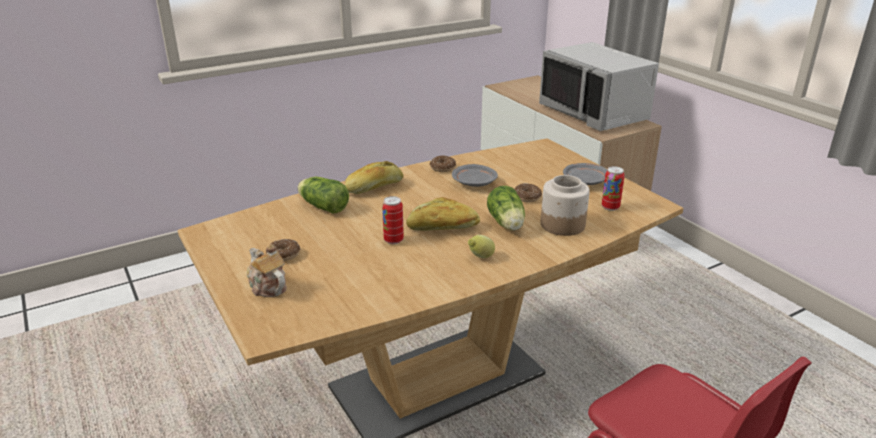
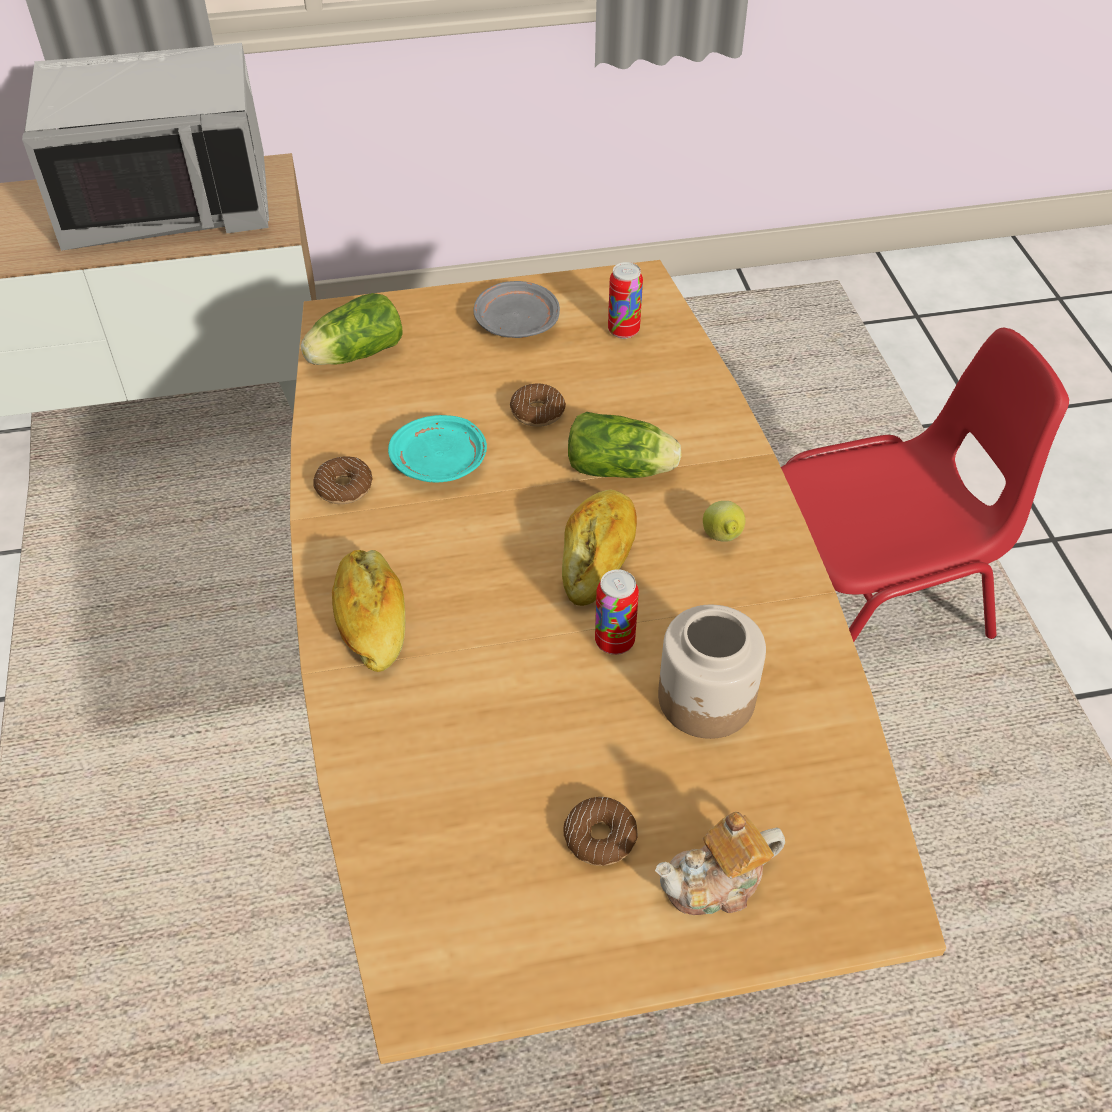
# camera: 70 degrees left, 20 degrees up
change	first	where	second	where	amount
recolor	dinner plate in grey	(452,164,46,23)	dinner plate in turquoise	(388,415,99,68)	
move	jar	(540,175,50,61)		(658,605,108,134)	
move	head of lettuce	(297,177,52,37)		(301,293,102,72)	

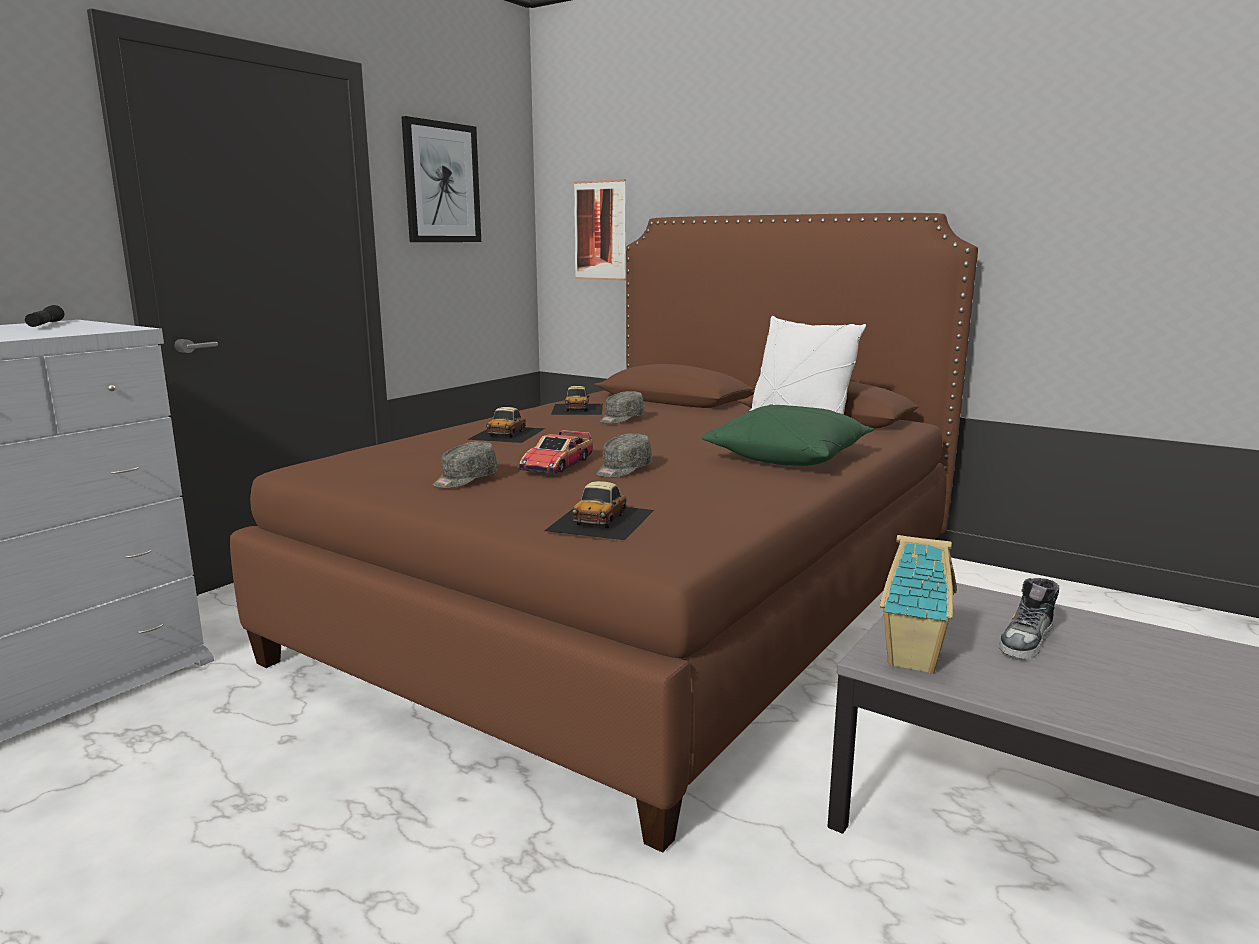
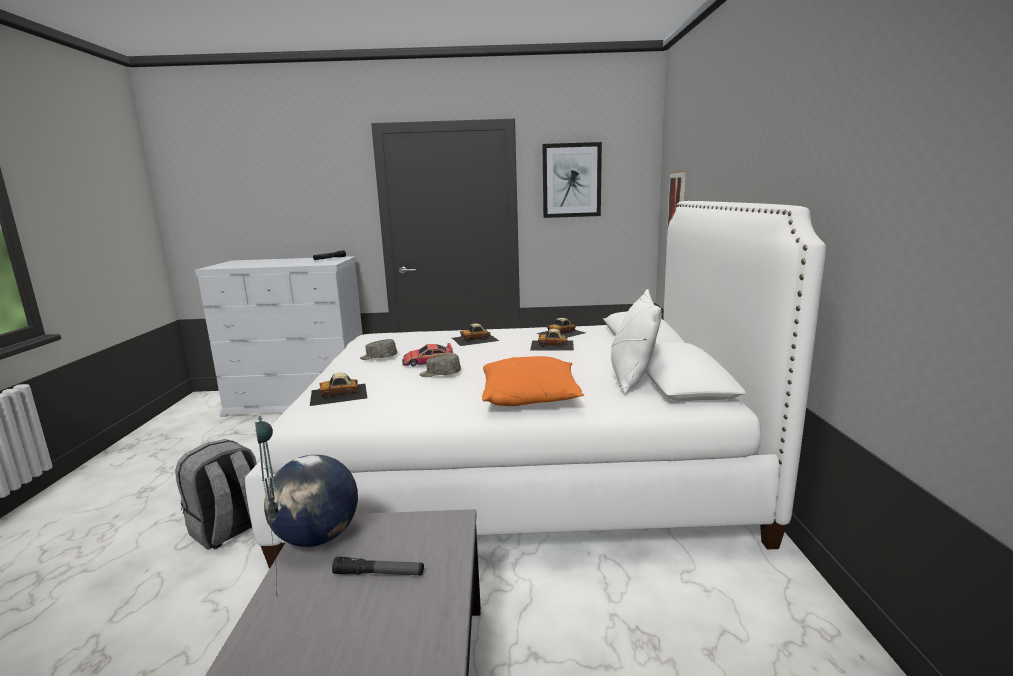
# camera: 55 degrees right, 0 degrees up
change	first	where	second	where	amount
recolor	sleeping bed in brown	(230,213,748,640)	sleeping bed in white-coloured	(245,201,581,368)	
replace	cap in grey	(600,391,45,33)	toy car	(530,329,44,21)	
recolor	pillow in green	(702,404,172,62)	pillow in orange	(482,356,102,50)	
replace	model house	(880,535,77,139)	globe	(264,455,94,92)	
replace	shoe	(999,578,60,81)	torch	(332,557,92,18)	
insert			lamp for a table	(255,416,24,179)	
insert			backpack in grey	(175,439,82,111)	

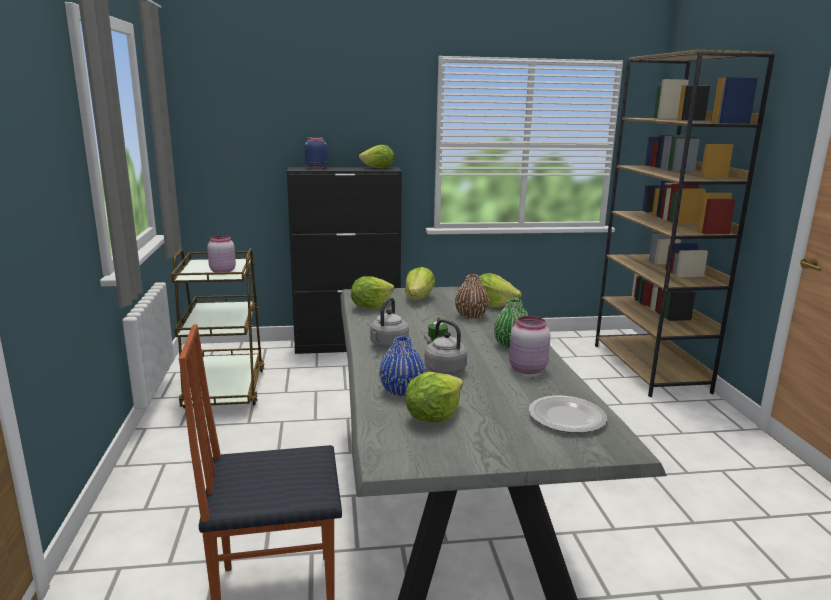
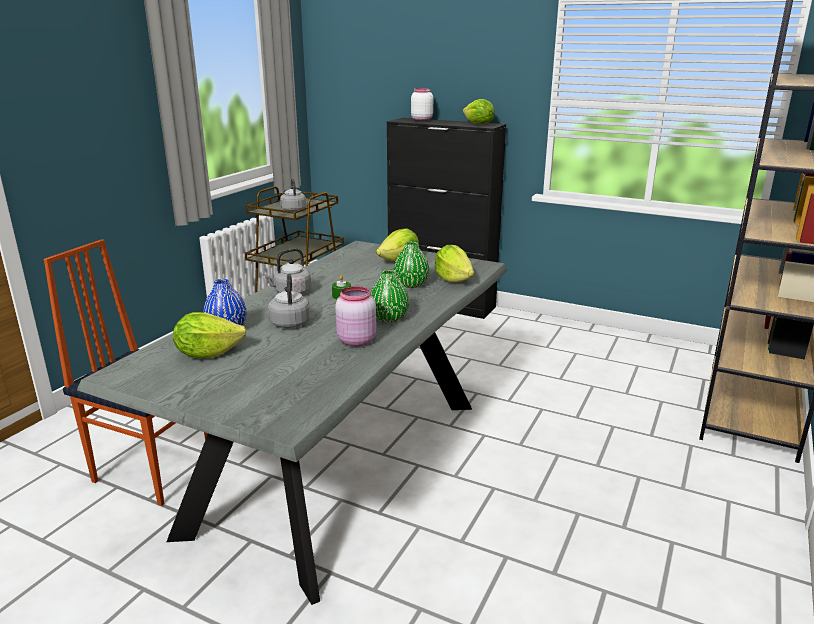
# camera: 35 degrees right, 5 degrees up
change	first	where	second	where	amount
recolor	jar in blue-coloured	(305,137,22,32)	jar in white-coloured	(411,88,22,33)	
replace	jar in pink-coloured	(207,235,29,37)	water kettle in grey	(280,178,26,34)	
recolor	decorative vase in brown	(455,274,34,45)	decorative vase in green	(394,241,35,47)	
delete	head of lettuce	(351,276,43,33)			
delete	dinner plate	(529,396,78,37)			

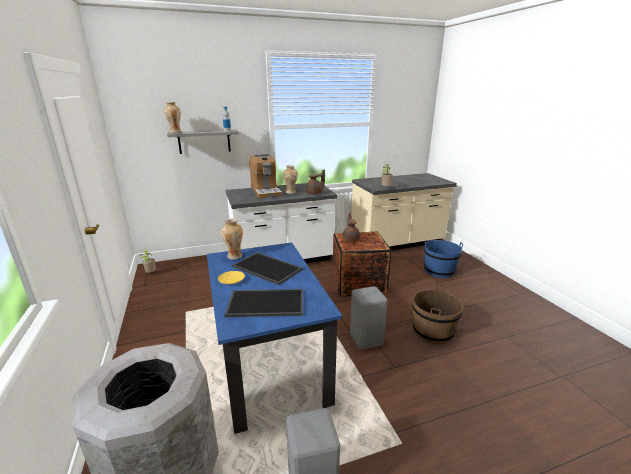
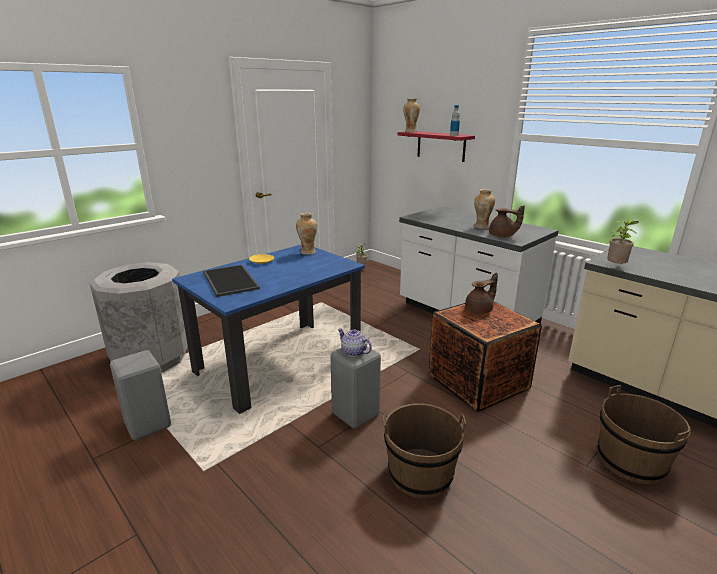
# camera: 65 degrees right, 0 degrees up
change	first	where	second	where	amount
recolor	wall shelf in grey	(167,130,72,24)	wall shelf in red	(398,131,77,31)	
delete	coffee brewer	(249,154,33,44)			
recolor	bucket in blue-coloured	(424,240,39,38)	bucket in brown	(598,385,93,99)	
delete	tray	(232,252,71,33)			
insert			tea pot	(338,329,34,28)	

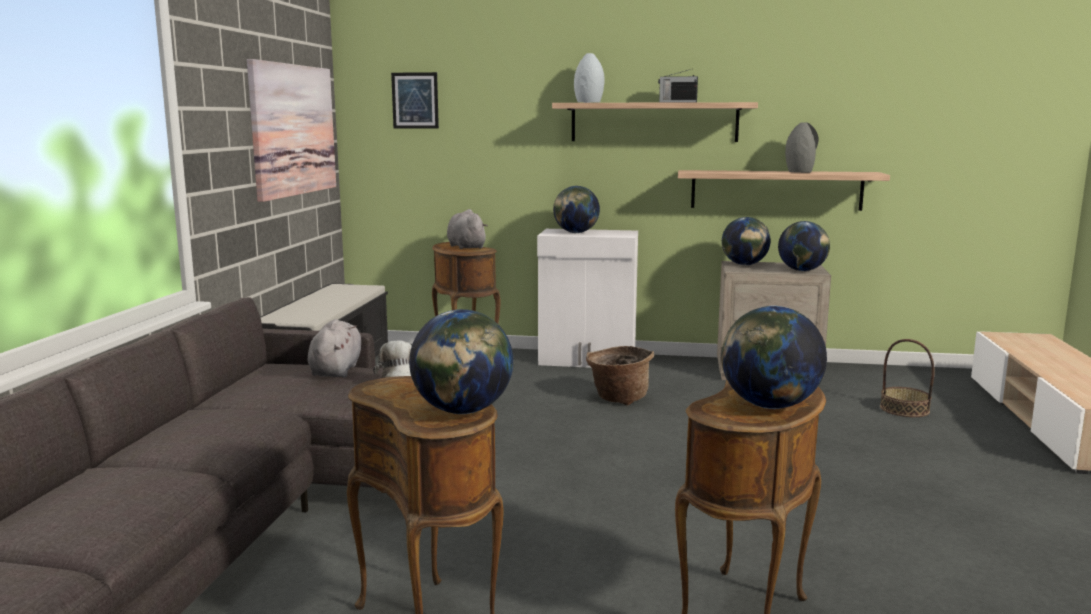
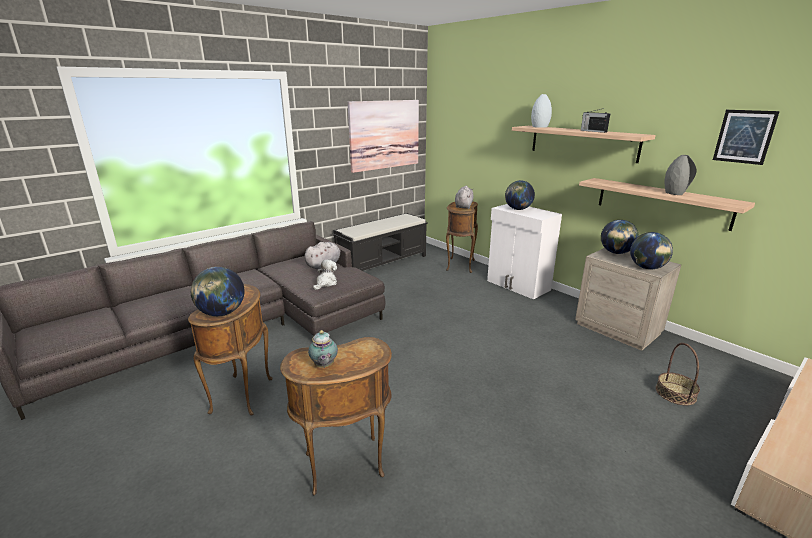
# camera: 40 degrees right, 10 degrees up
change	first	where	second	where	amount
move	wall art	(391,72,48,57)		(713,110,67,55)	
replace	globe	(721,305,106,104)	tea pot	(308,330,30,38)	
delete	household basket	(586,346,68,59)			

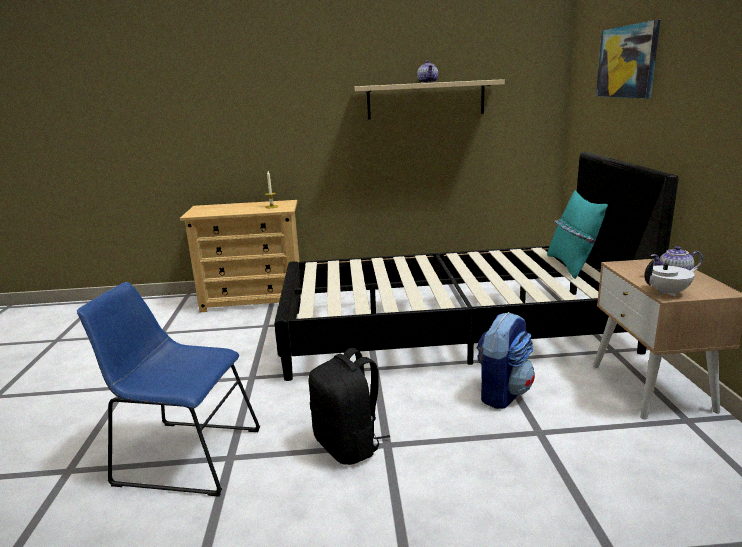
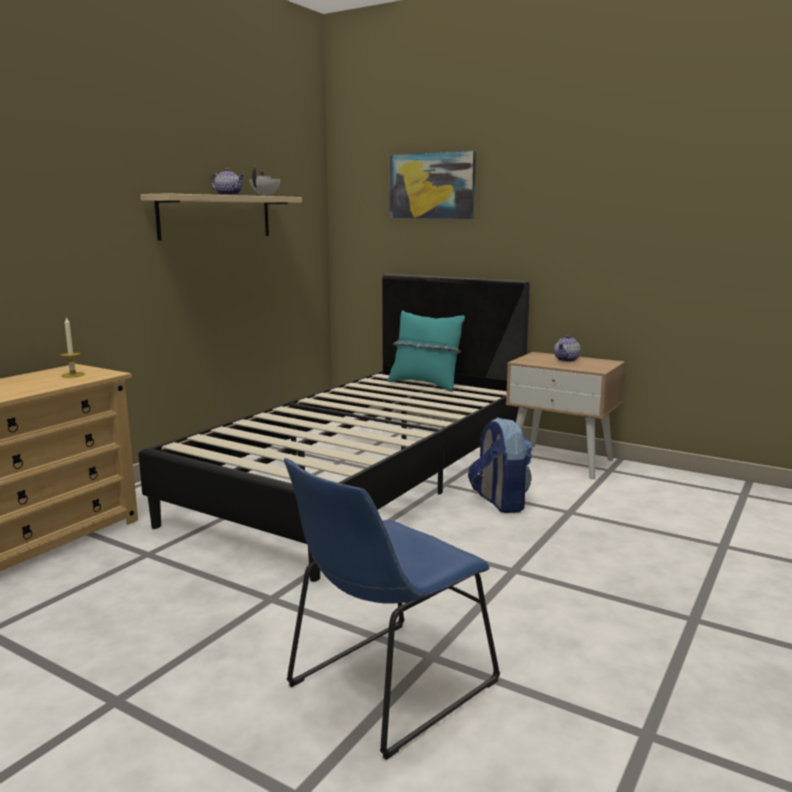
# camera: 55 degrees left, 5 degrees down
change	first	where	second	where	amount
move	tea pot in white-coloured	(644,260,54,37)		(249,167,31,29)	
delete	backpack in black-coloured	(309,348,81,117)			

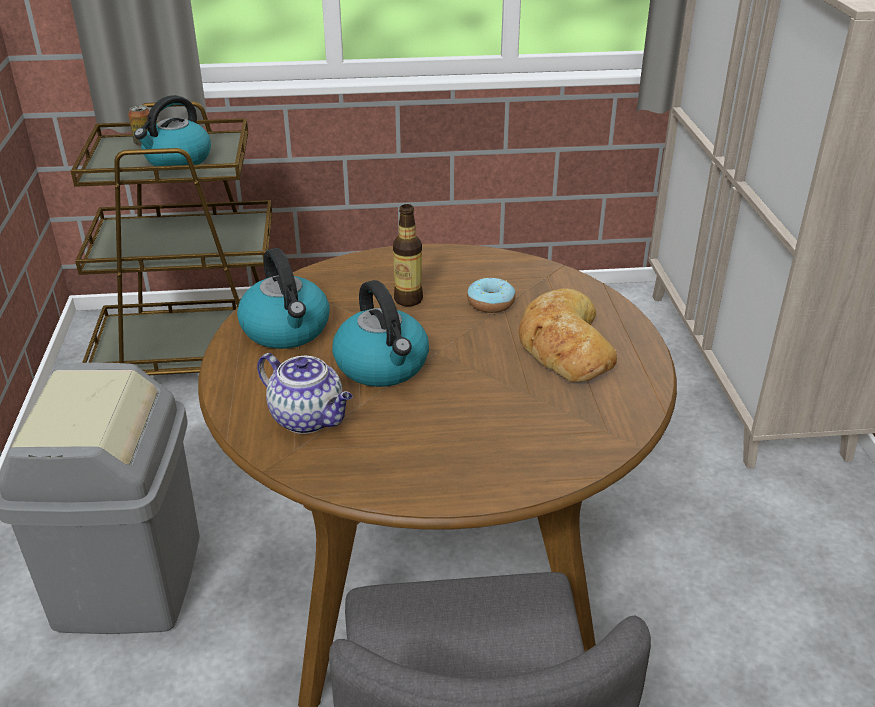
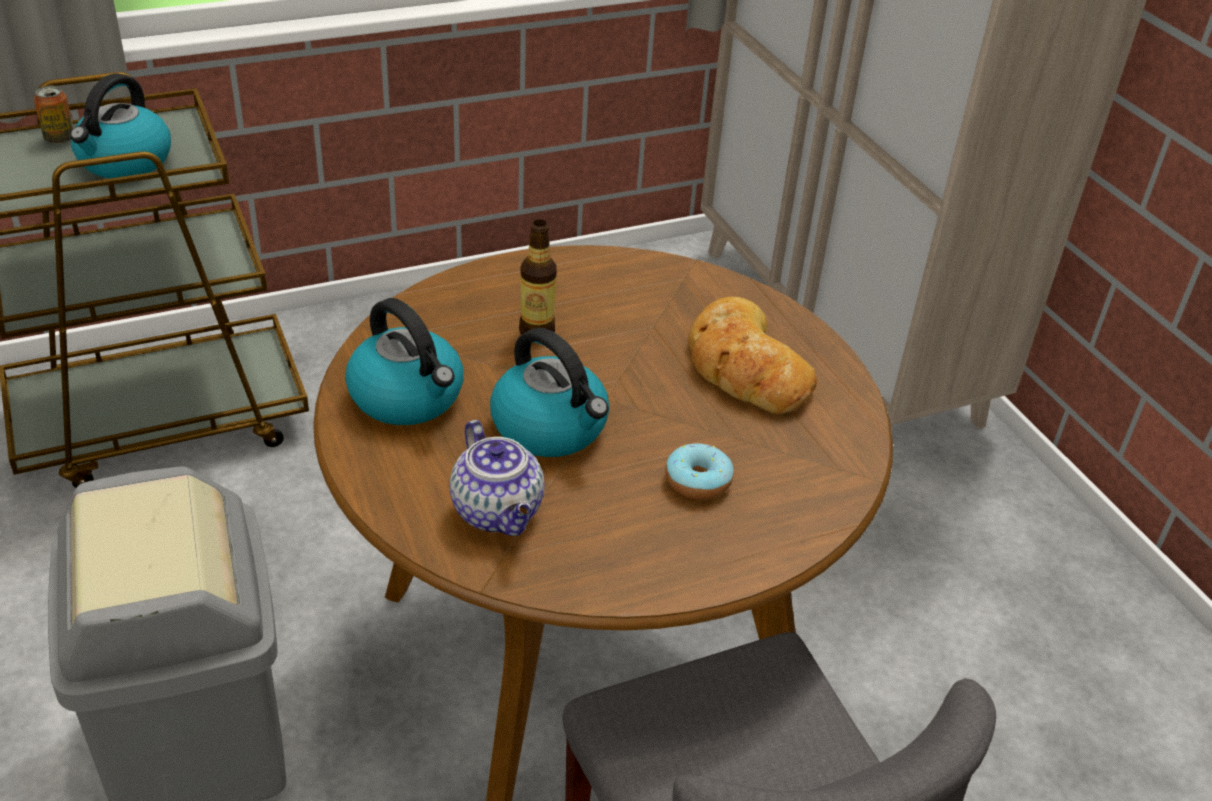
# camera: 20 degrees left, 5 degrees up
change	first	where	second	where	amount
move	doughnut	(467,278,48,35)		(665,443,68,57)	
rotate	tea pot	(257,353,96,81)		(450,420,94,116)	45 degrees clockwise

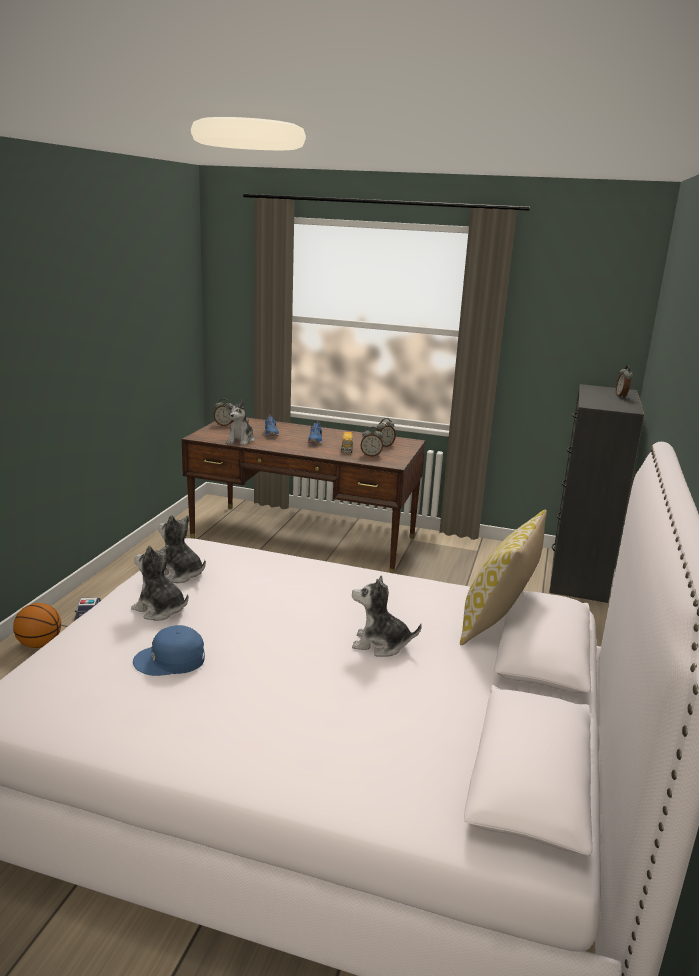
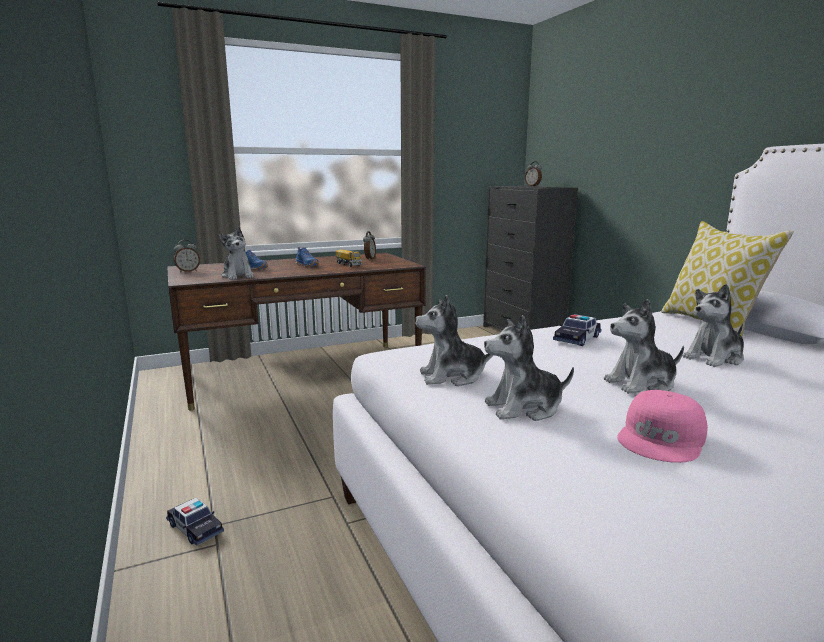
# camera: 40 degrees left, 5 degrees down
change	first	where	second	where	amount
delete	table clock	(361,427,22,30)			
delete	basketball	(13,603,48,45)			
recolor	cap in blue-coloured	(133,625,72,51)	cap in pink-coloured	(617,390,91,73)	
insert			plush toy	(604,299,80,95)	
insert			toy car	(553,314,49,32)	

